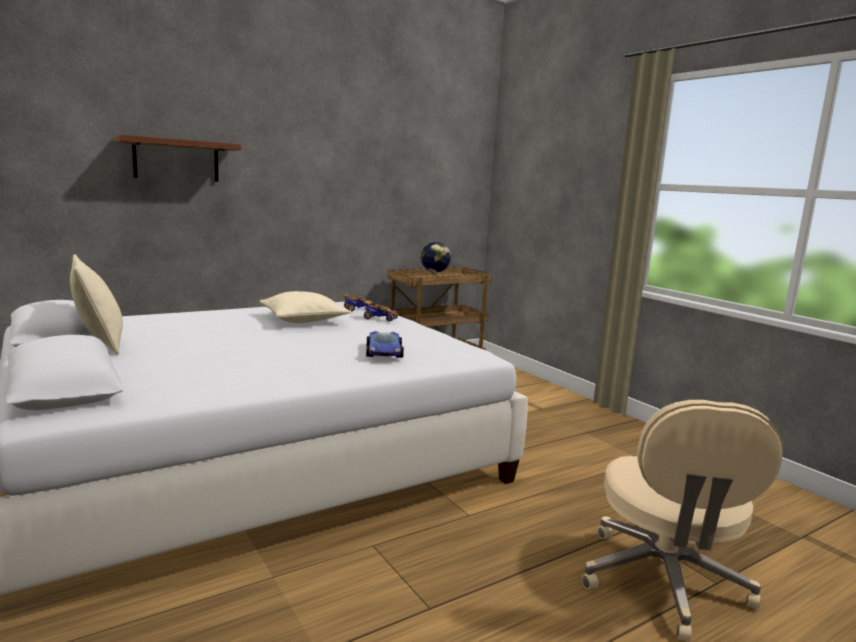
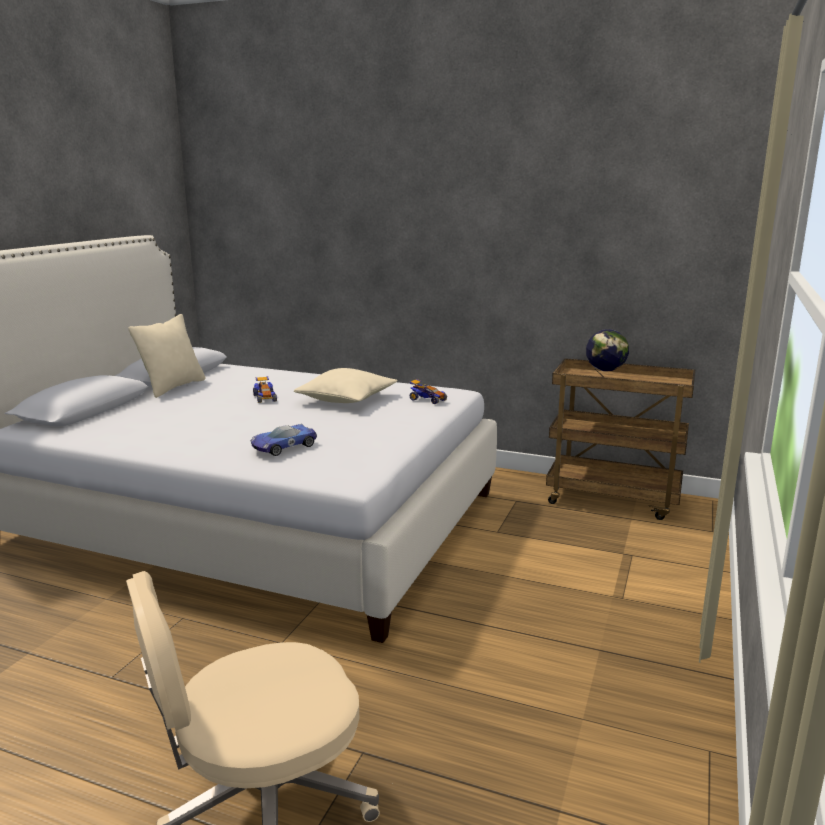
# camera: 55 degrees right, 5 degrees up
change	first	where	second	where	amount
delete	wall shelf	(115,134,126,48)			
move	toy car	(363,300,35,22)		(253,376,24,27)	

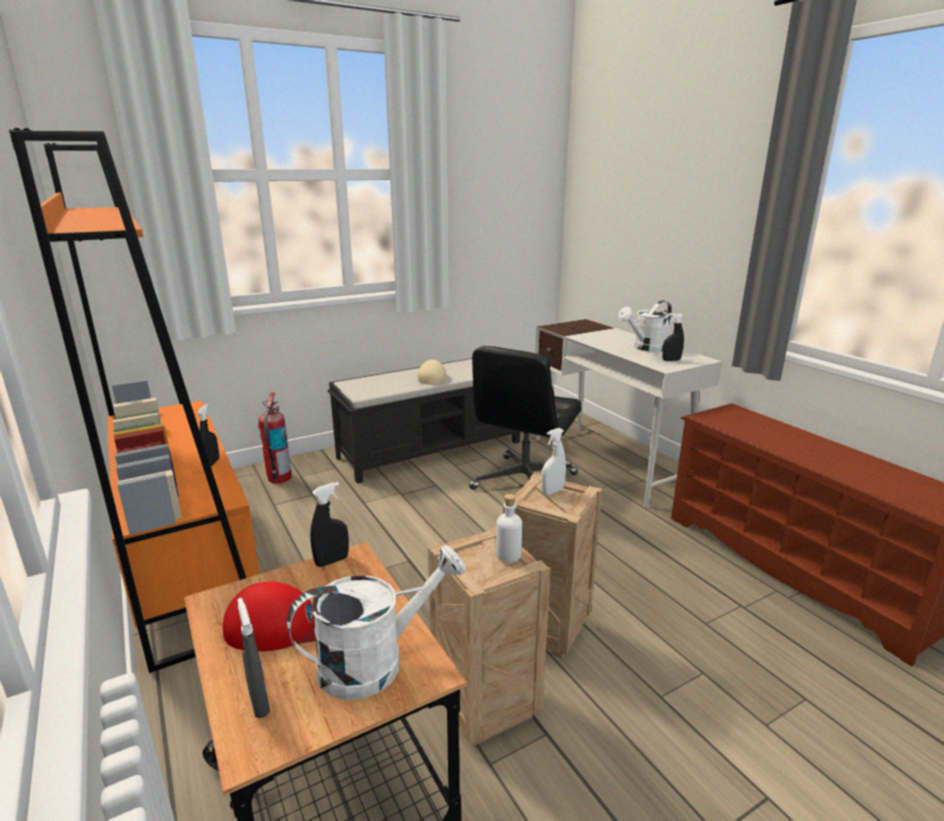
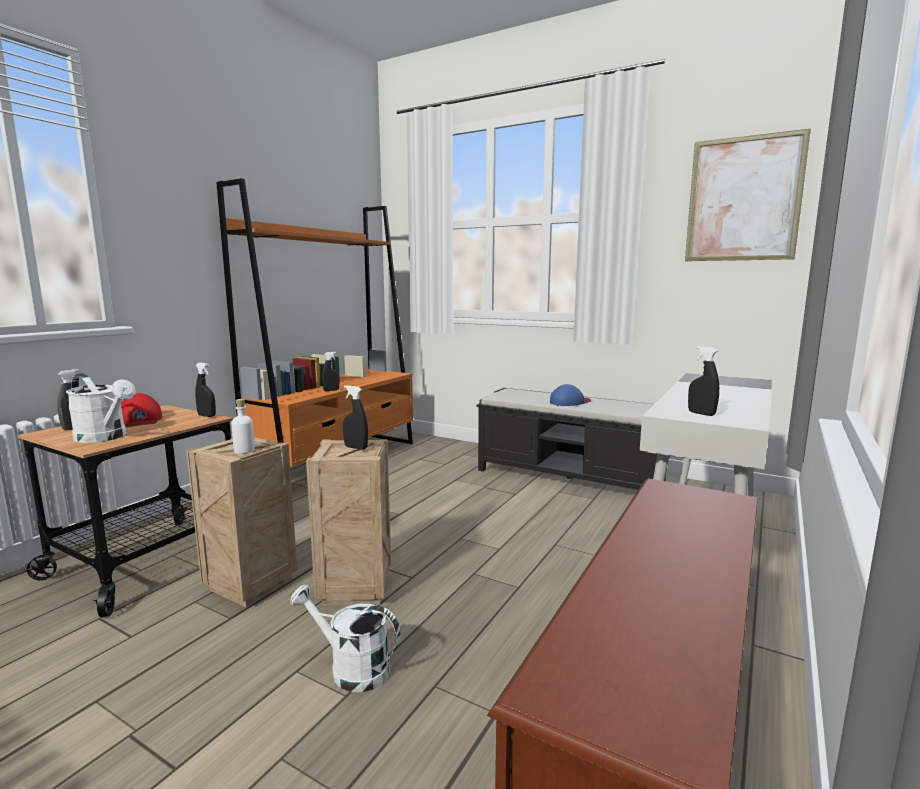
# camera: 60 degrees right, 10 degrees down
change	first	where	second	where	amount
move	watering can in white-coloured	(618,300,54,52)		(290,584,110,108)	
delete	office chair in black-coloured	(469,346,112,143)			
recolor	cap in beige-coloured	(418,360,29,24)	cap in blue-coloured	(550,384,41,22)	
delete	fire extinguisher	(258,392,34,91)			
recolor	spray bottle in white-coloured	(541,428,25,67)	spray bottle in black-coloured	(343,385,25,64)	
insert			wall art	(685,129,126,132)	

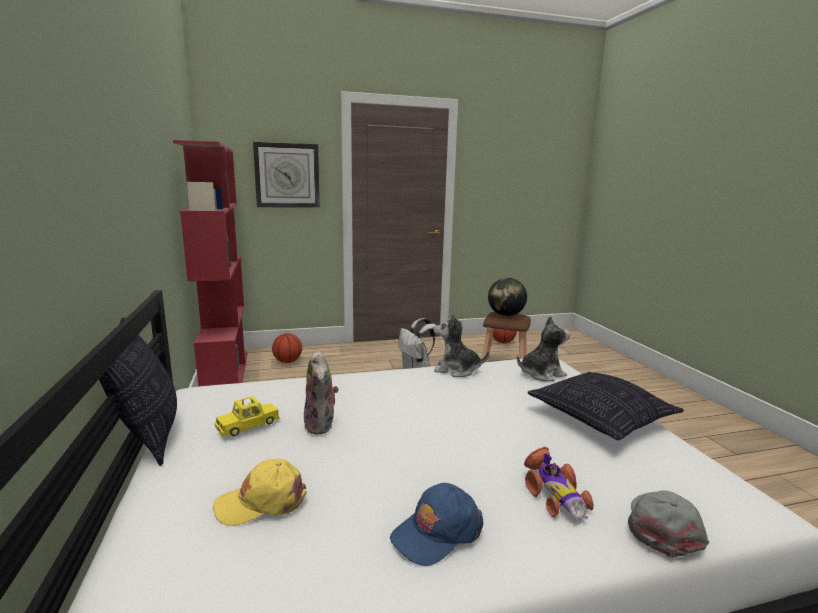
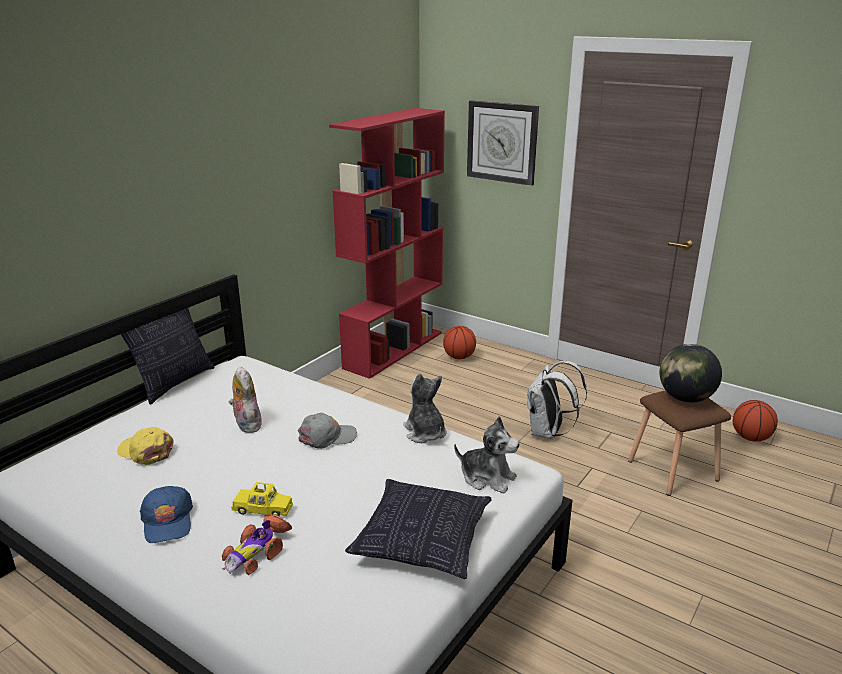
# camera: 50 degrees right, 10 degrees up
change	first	where	second	where	amount
rotate	plush toy	(304,350,35,85)		(229,366,33,67)	120 degrees clockwise
move	toy car in yellowish	(215,396,64,41)		(231,482,62,34)	
rotate	cap in blue-coloured	(390,483,94,83)		(140,486,53,57)	120 degrees counterclockwise
move	cap in grey	(628,490,81,68)		(297,413,60,36)	

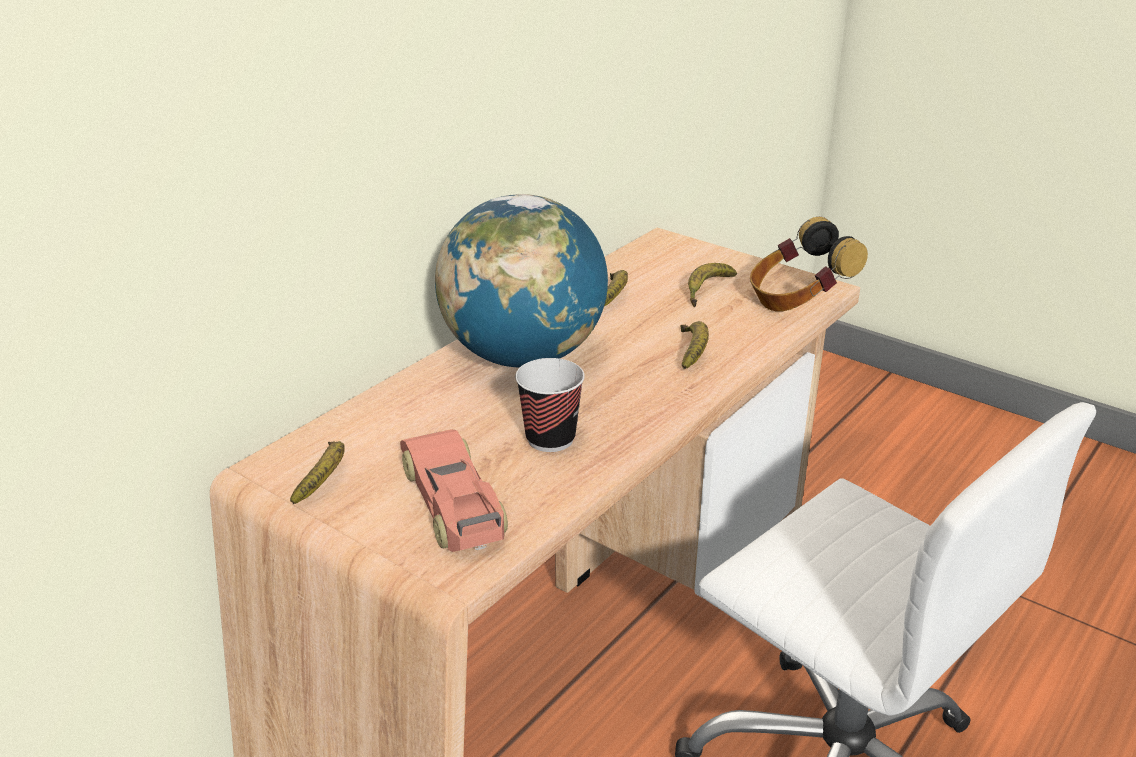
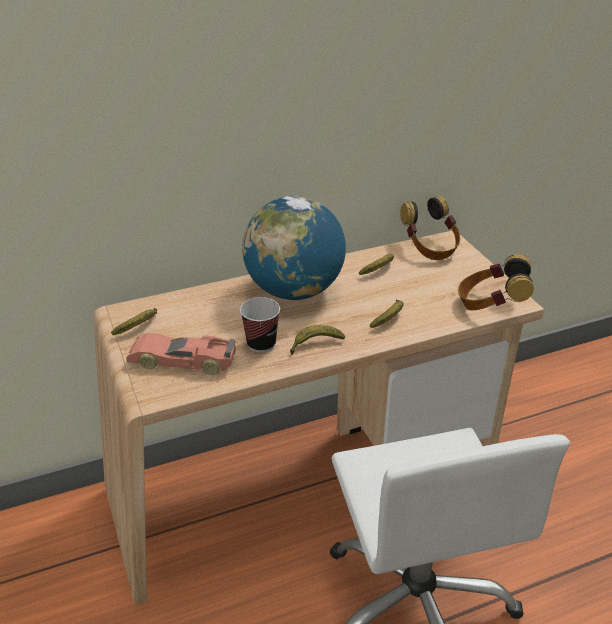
# camera: 30 degrees right, 5 degrees up
change	first	where	second	where	amount
move	banana	(688,263,49,44)		(290,325,55,30)	
rotate	toy car	(400,429,108,123)		(126,333,110,42)	90 degrees counterclockwise
insert			headphones	(400,196,60,64)	

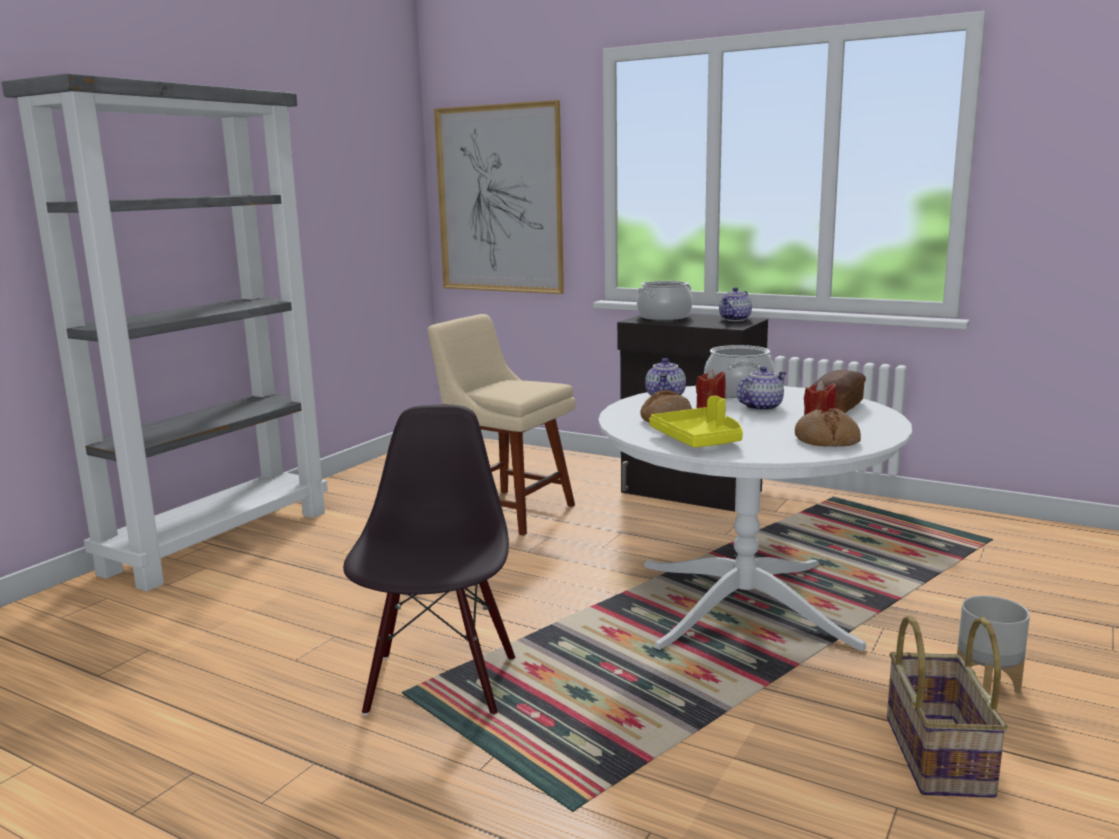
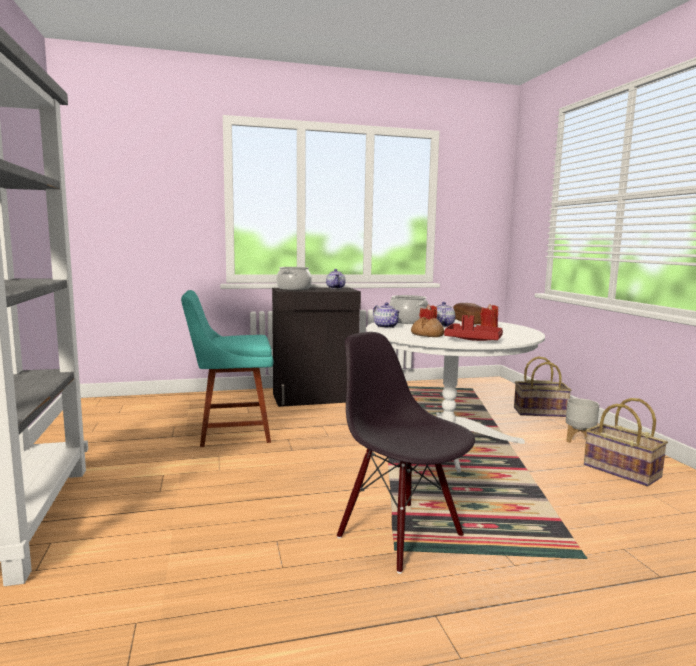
# camera: 45 degrees left, 5 degrees down
change	first	where	second	where	amount
delete	wall art	(434,100,130,194)			
recolor	upright chair in beige-coloured	(428,314,148,222)	upright chair in turquoise	(181,290,93,157)	
recolor	tray in yellowish	(649,396,94,52)	tray in red	(444,315,59,26)	
delete	bread	(795,408,66,38)			
insert			household basket	(514,356,57,61)	

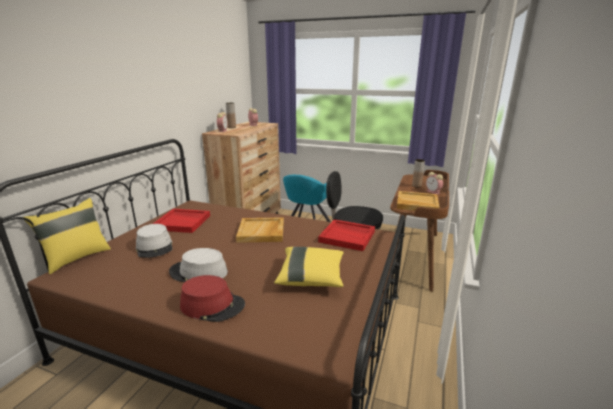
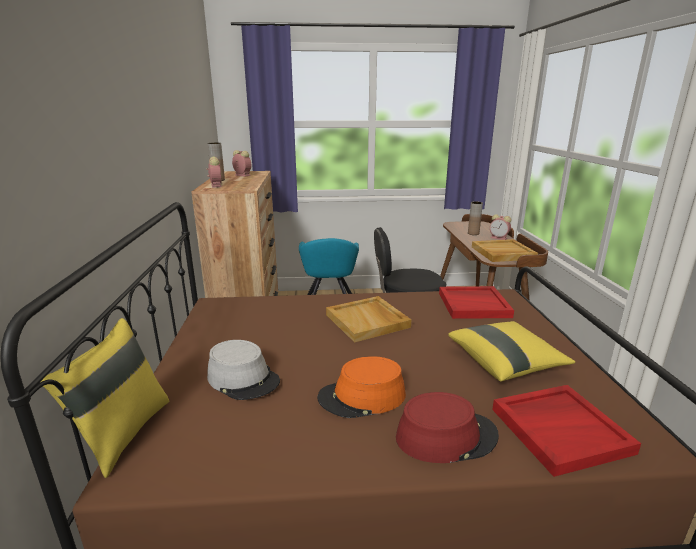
# camera: 25 degrees left, 0 degrees up
change	first	where	second	where	amount
move	tray in red	(153,209,57,24)		(492,385,149,92)	
recolor	wearable hat in grey	(169,248,59,34)	wearable hat in orange	(317,356,89,62)	

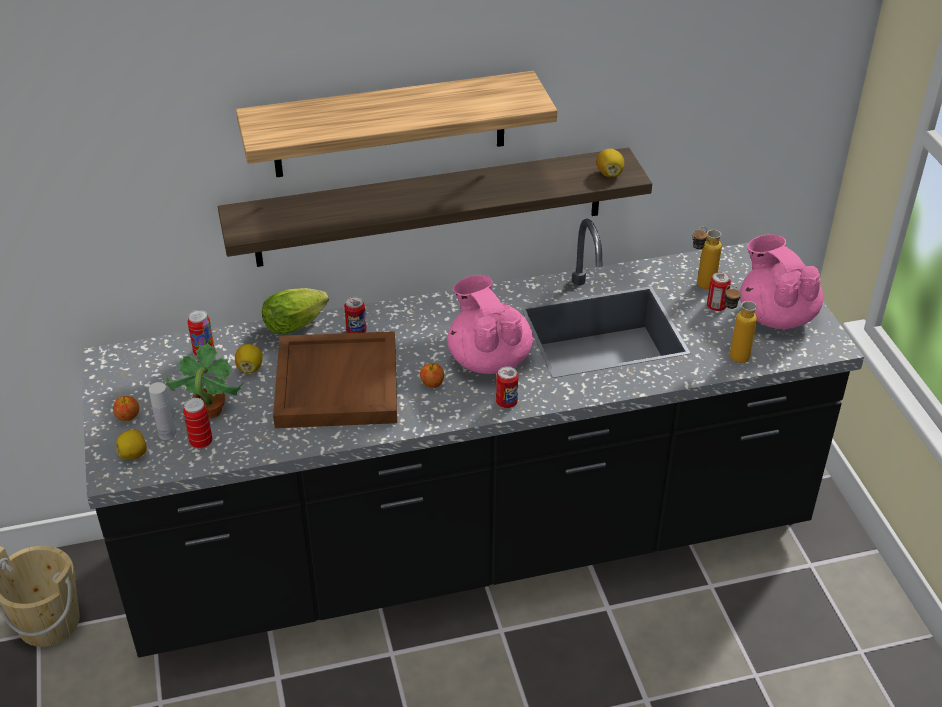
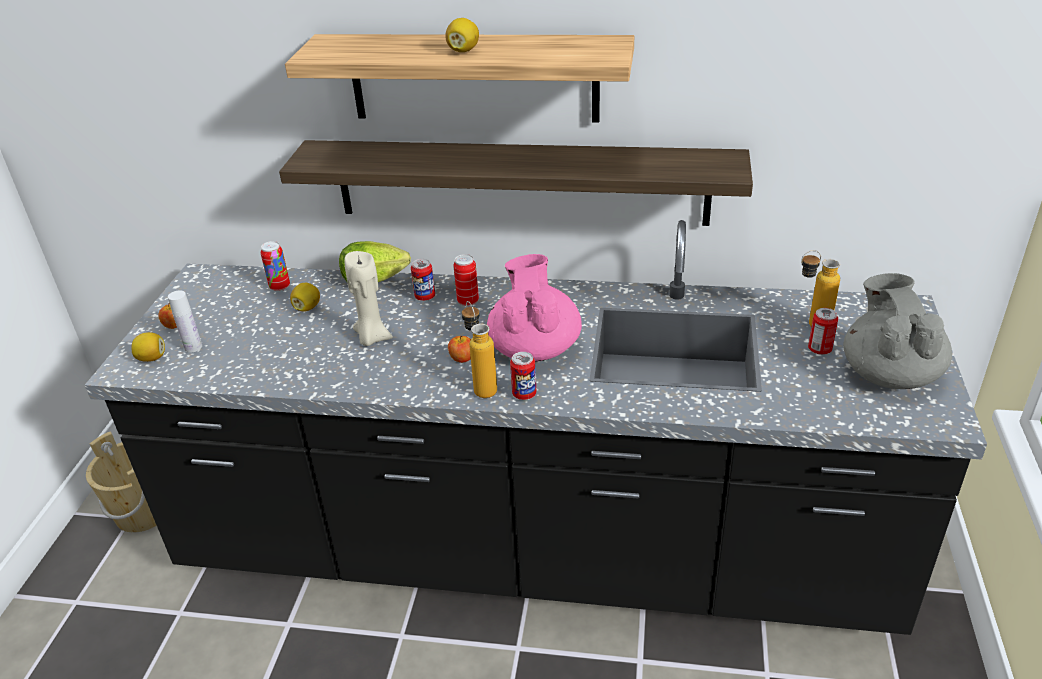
# camera: 25 degrees right, 5 degrees down
change	first	where	second	where	amount
move	lemon	(596,148,28,29)		(445,18,34,34)	
recolor	tea pot in pink-coloured	(740,234,83,95)	tea pot in grey	(843,273,109,116)	
move	drink bottle	(725,285,32,78)		(462,301,35,97)	
replace	tray in brown	(273,331,124,97)	candle in beige-coloured	(344,251,49,95)	
delete	potted plant	(165,343,80,76)			
move	sealed can	(183,398,29,51)		(453,254,26,52)	

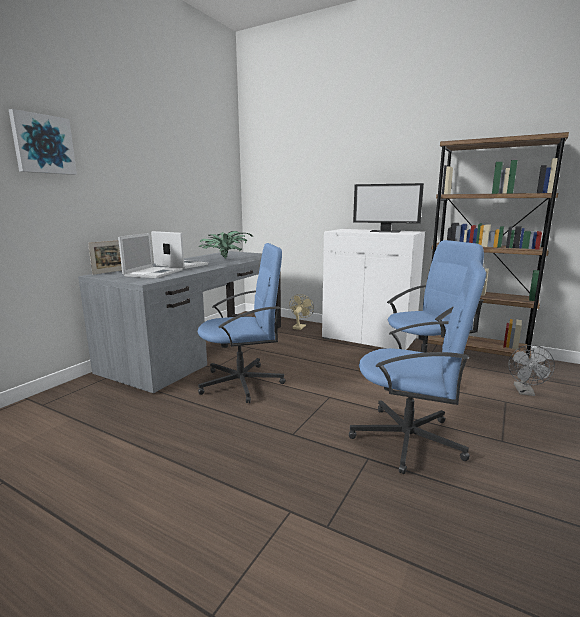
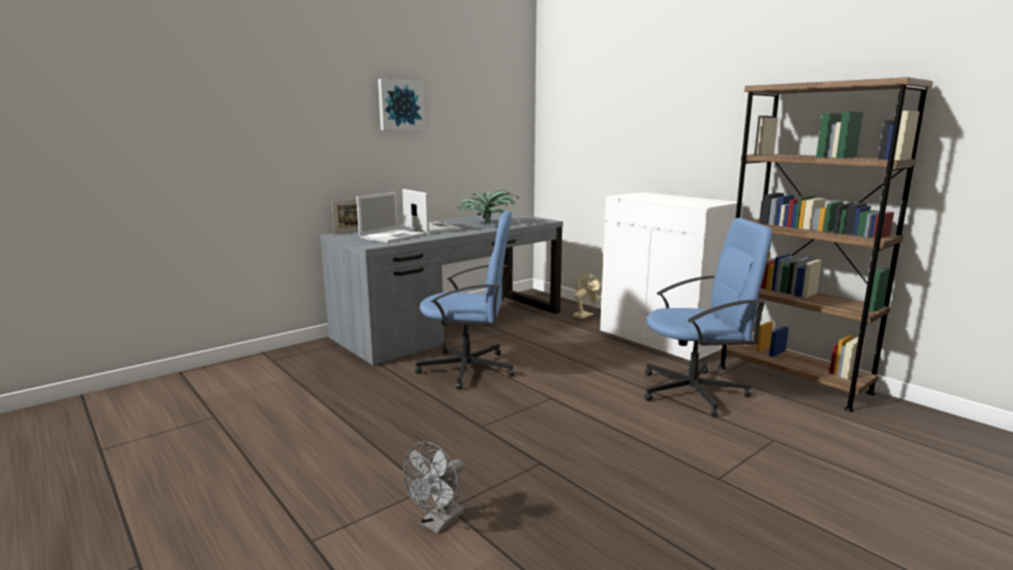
# camera: 20 degrees right, 0 degrees up
change	first	where	second	where	amount
move	wall art	(9,109,68,66)		(378,79,47,51)	
delete	computer display	(353,183,71,50)			
delete	office chair in blue-coloured	(349,260,137,214)			
move	cooling fan in grey	(509,345,46,51)		(404,442,61,91)	

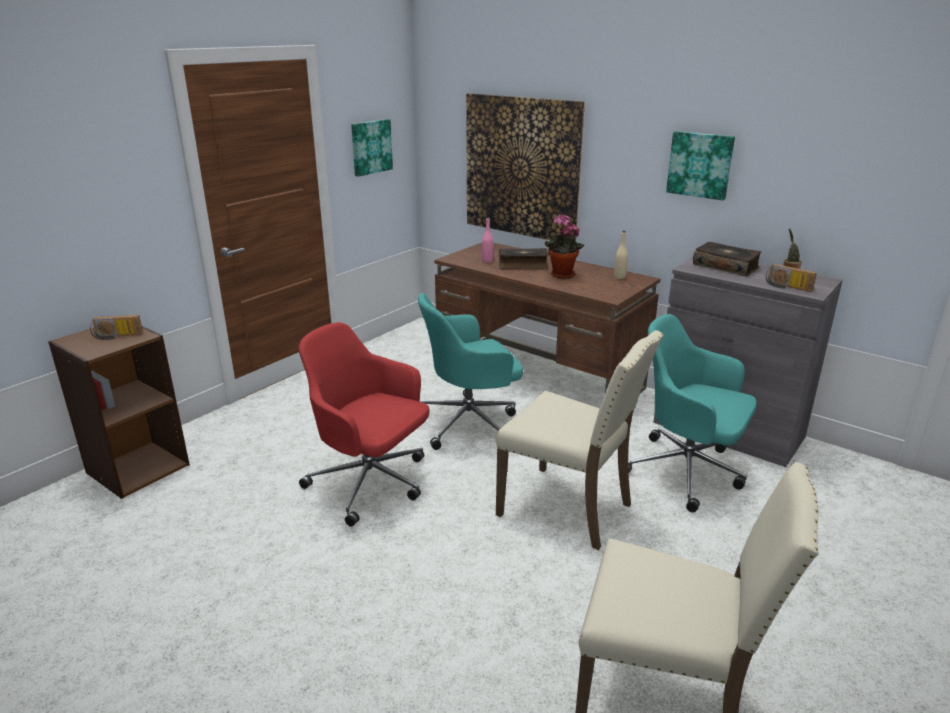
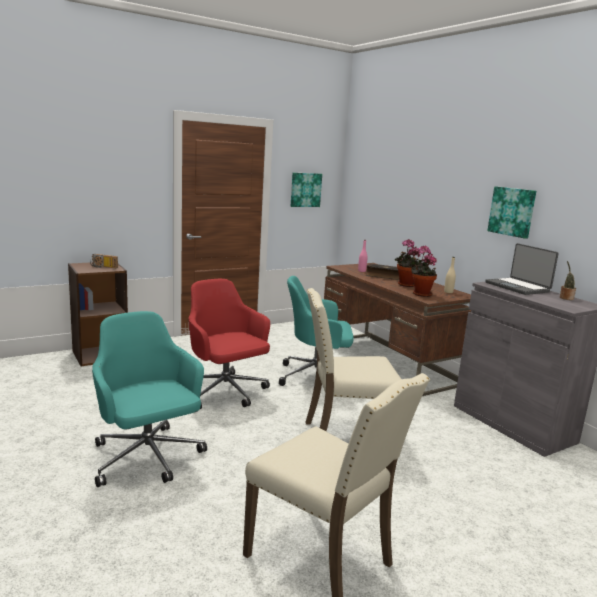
# camera: 20 degrees right, 10 degrees down
change	first	where	second	where	amount
delete	wall art	(466,93,119,149)			
replace	book	(693,242,69,34)	notebook computer	(485,243,74,52)	
delete	radio receiver	(766,264,51,28)			
move	office chair in turquoise	(628,314,129,199)		(92,311,115,176)	
rotate	upright chair in beige-coloured	(495,330,169,220)		(305,288,96,143)	120 degrees clockwise
insert			potted plant	(410,245,27,52)	

